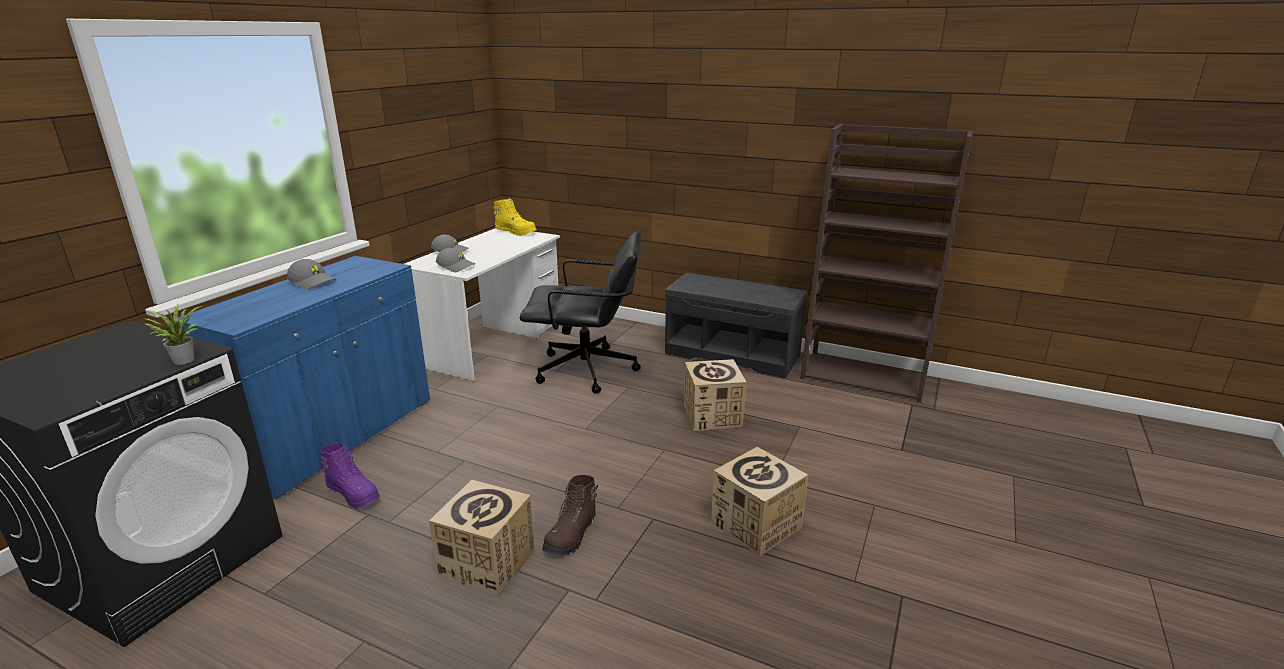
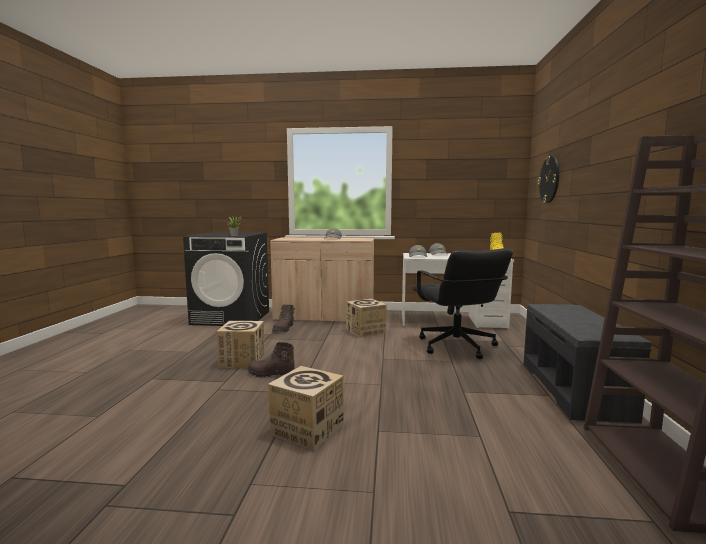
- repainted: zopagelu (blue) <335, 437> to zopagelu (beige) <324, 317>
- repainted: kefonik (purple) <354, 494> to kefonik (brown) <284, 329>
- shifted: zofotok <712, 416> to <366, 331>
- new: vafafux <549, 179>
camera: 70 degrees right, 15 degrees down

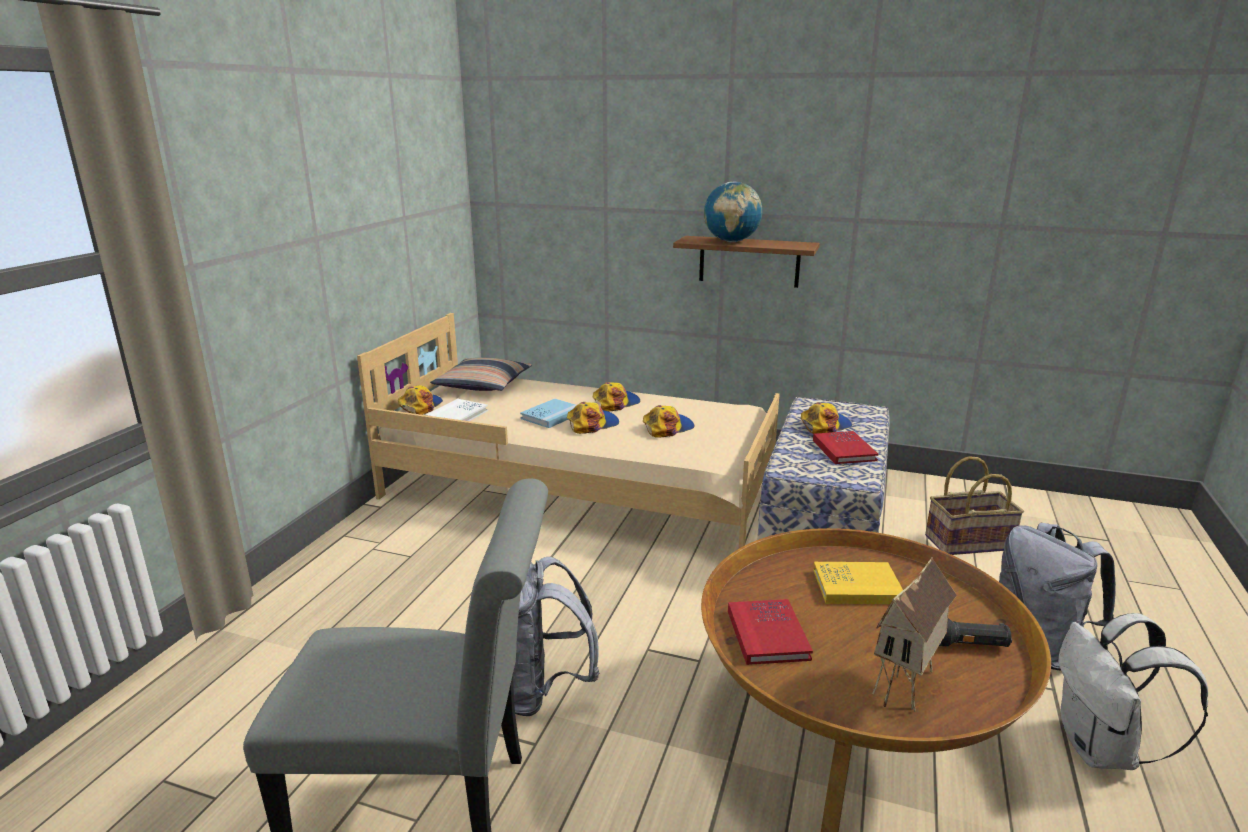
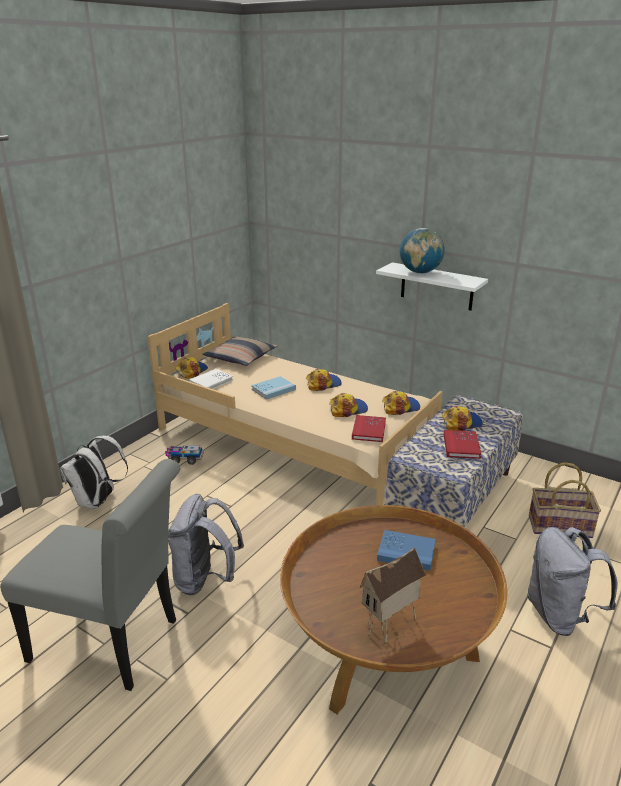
- shifted: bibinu <592, 424> to <400, 407>
- repainted: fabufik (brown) <749, 261> to fabufik (white) <436, 286>
- shifted: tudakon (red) <767, 635> to <369, 430>
- repainted: tudakon (yellow) <857, 586> to tudakon (blue) <406, 552>
- gone: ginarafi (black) <970, 645>
- shifted: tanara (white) <1101, 750> to <97, 502>
- new: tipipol <184, 459>
camera: 15 degrees right, 5 degrees up

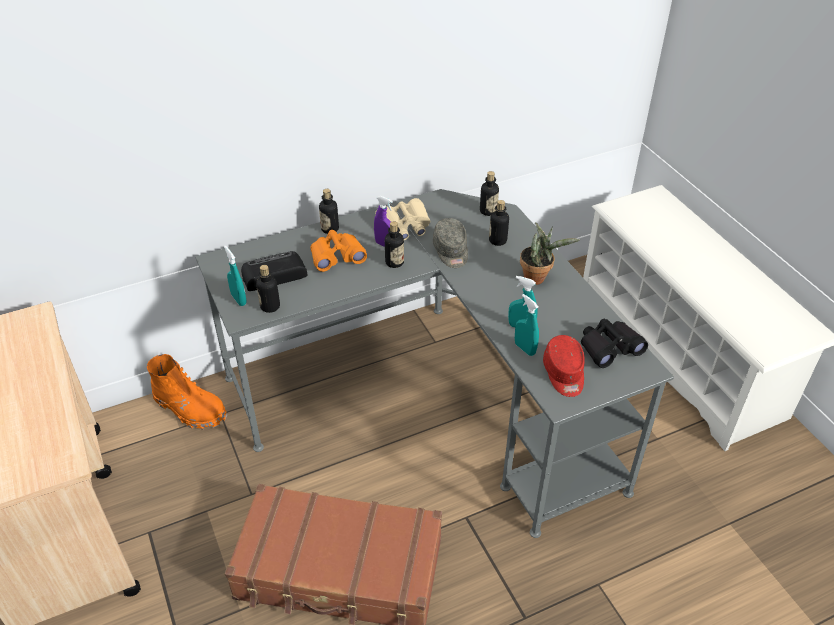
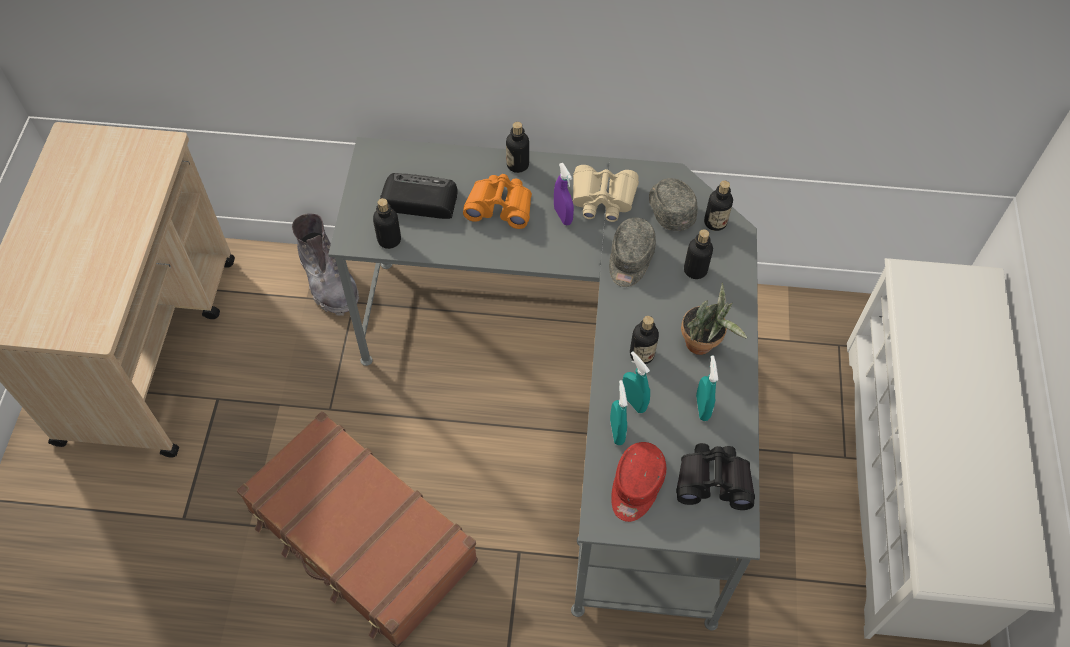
- repainted: kefonik (orange) <190, 409> to kefonik (grey) <328, 281>
- shifted: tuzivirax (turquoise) <239, 299> to <702, 407>
- shifted: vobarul <394, 262> to <642, 354>
- new: bibinu (grey) <670, 208>
camera: 30 degrees right, 15 degrees up

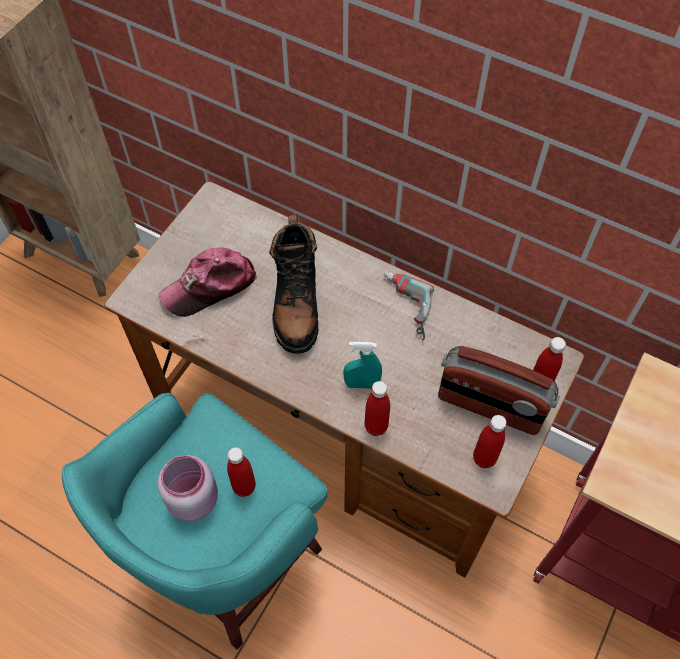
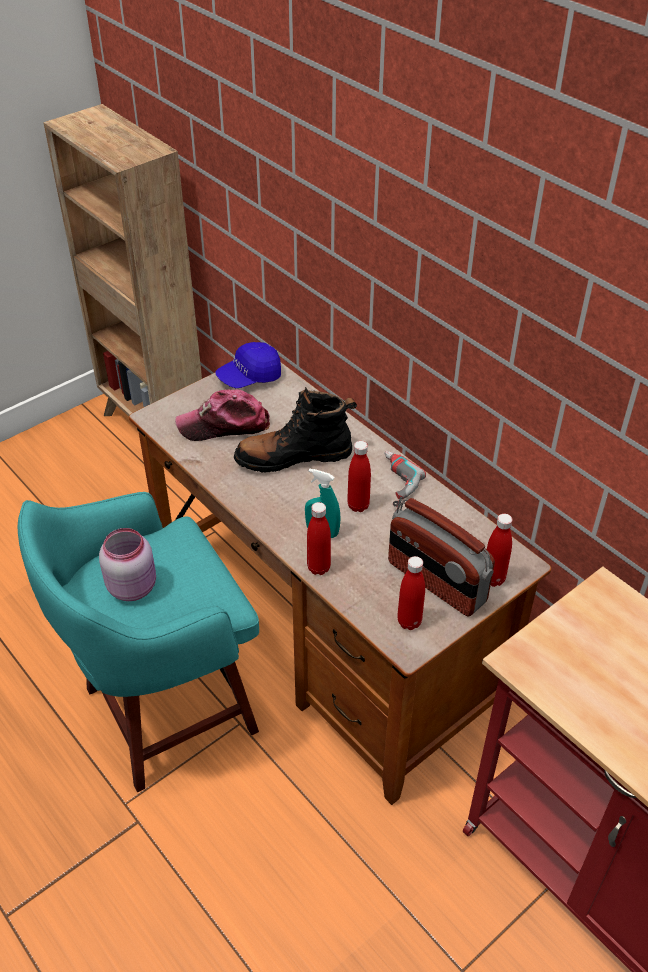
- shifted: vobarul (red) <244, 487> to <358, 505>
- rotated: kefonik (black) <296, 304> = <294, 456> 60 degrees clockwise
- new: bibinu (blue) <249, 377>
camera: 20 degrees right, 15 degrees down

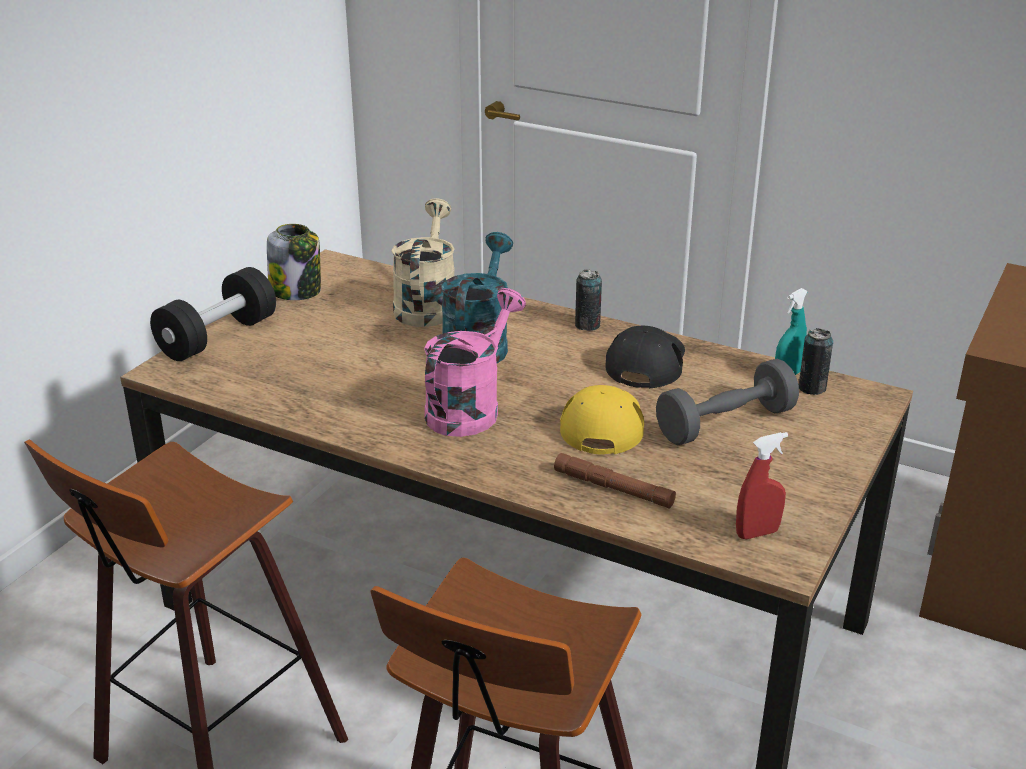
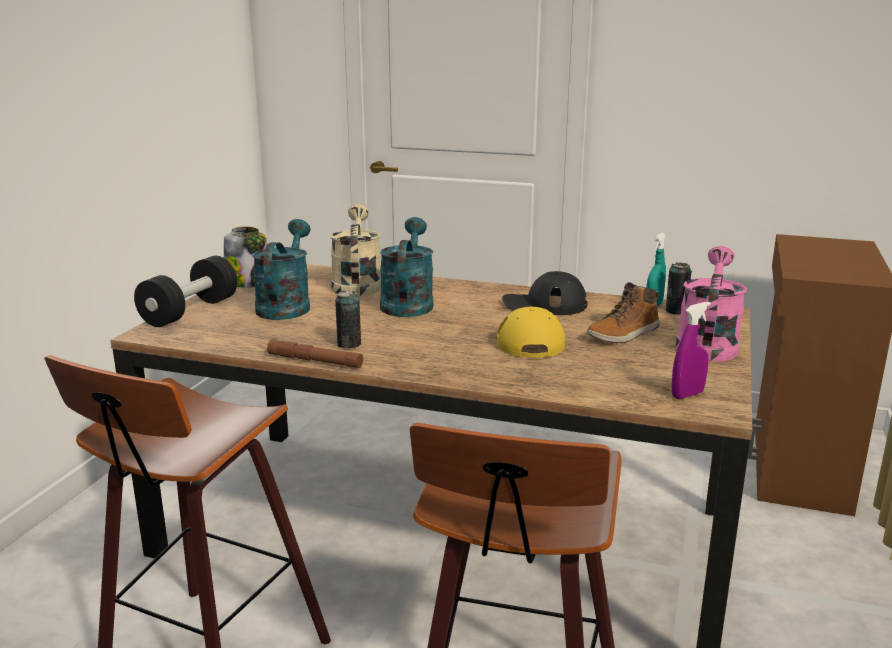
- shifted: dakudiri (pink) <469, 408> to <707, 344>
- shifted: ginarafi (brown) <613, 488> to <315, 360>
- shifted: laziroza <587, 325> to <349, 344>
- rotated: bibinu (black) <646, 362> = <544, 305> 90 degrees counterclockwise
- swapped: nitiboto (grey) <725, 424> to kefonik <624, 334>
- repainted: tuzivirax (red) <757, 533> to tuzivirax (purple) <687, 395>
- new: dakudiri (turquoise) <285, 306>
camera: 10 degrees left, 10 degrees down

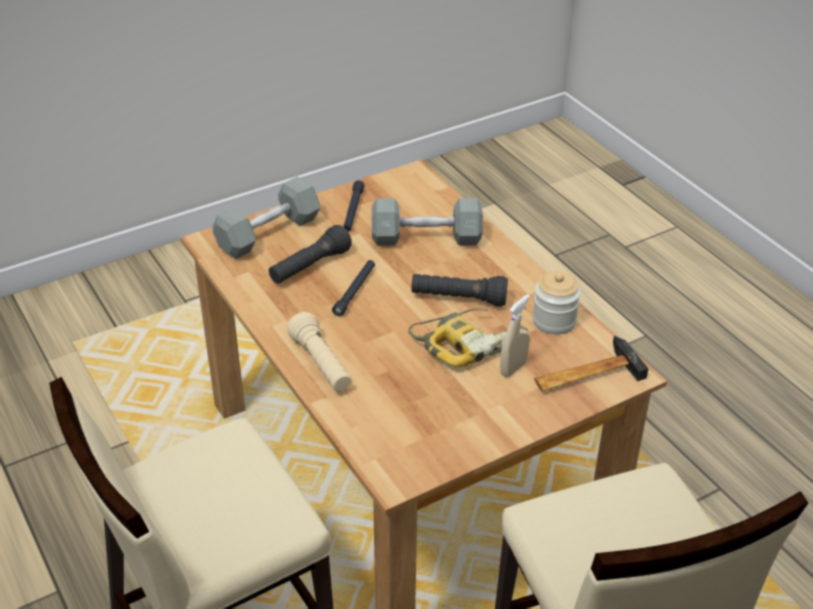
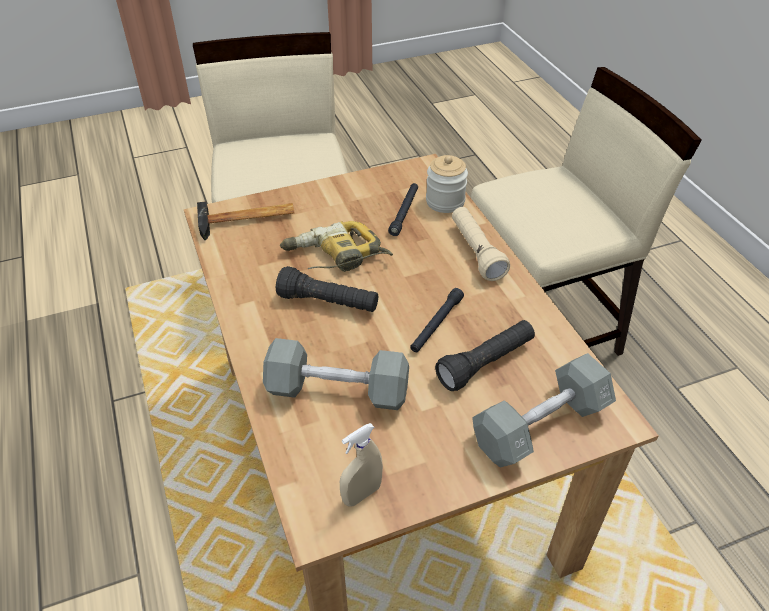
- shifted: ginarafi (black) <353, 210> to <404, 212>
- shifted: tuzivirax (beige) <513, 368> to <362, 494>
- shifted: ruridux <554, 321> to <445, 202>
camera: 170 degrees left, 5 degrees up

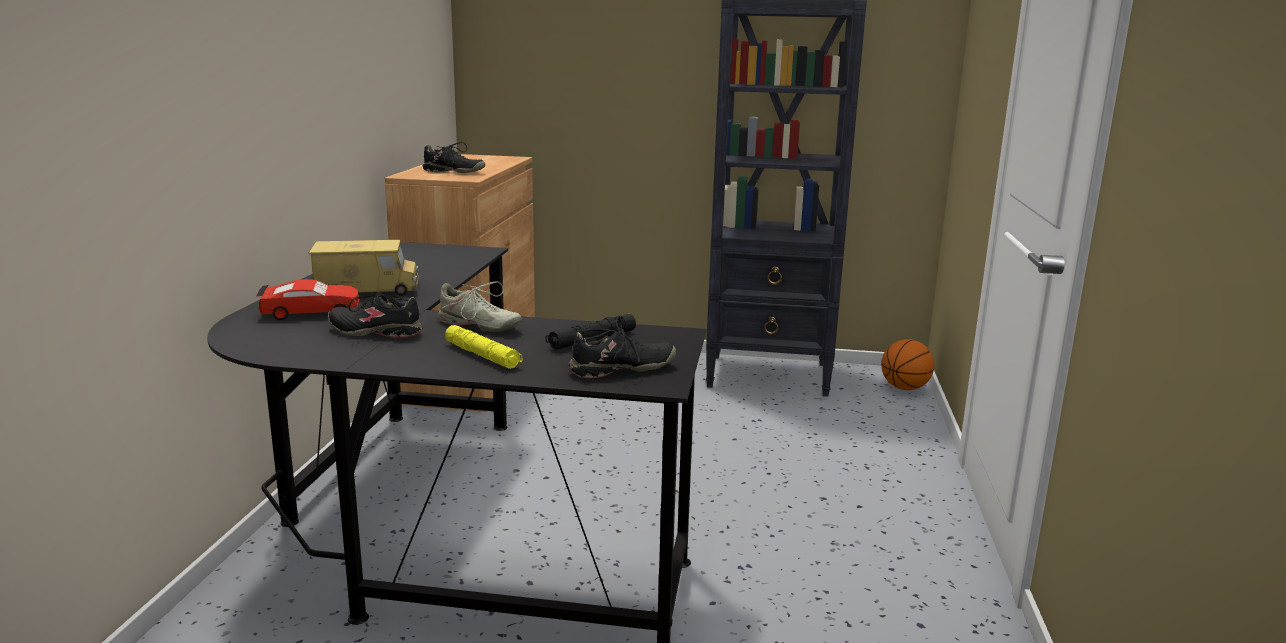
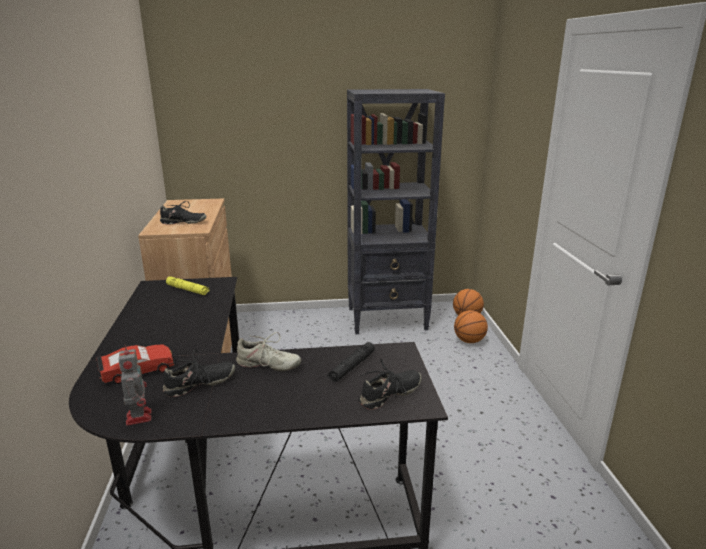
- gone: tipipol <368, 290>
- rotated: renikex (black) <376, 332> = <199, 384> 150 degrees clockwise
- shifted: ginarafi (yellow) <482, 356> to <187, 290>
- new: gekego <139, 416>
- new: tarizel <469, 341>
camera: 15 degrees left, 5 degrees up

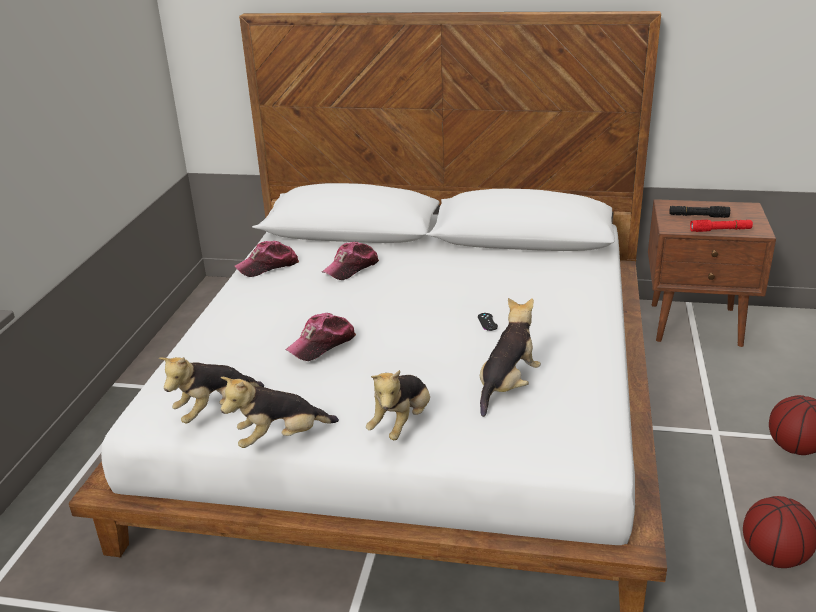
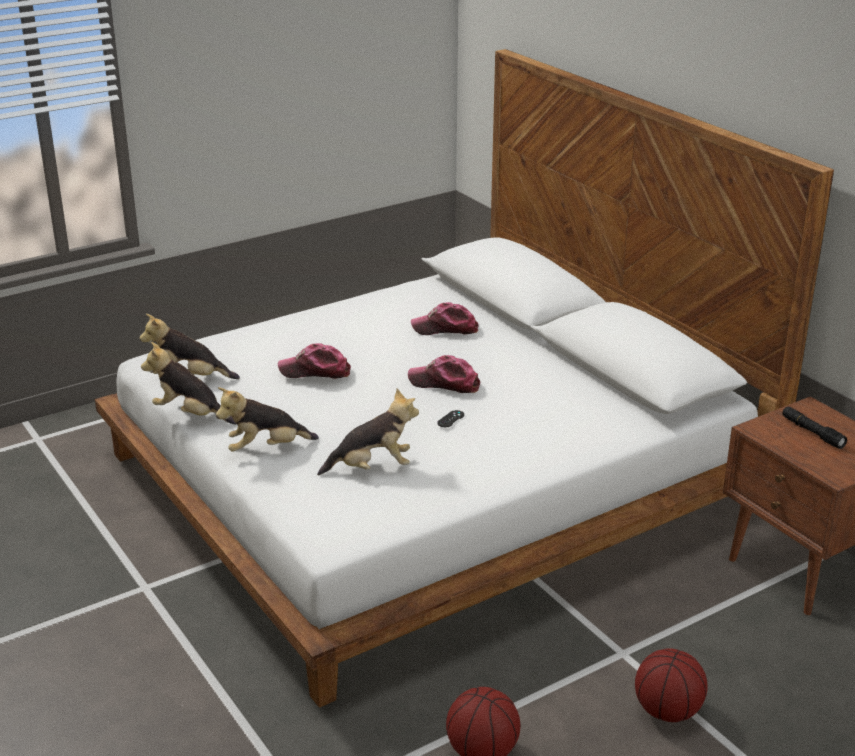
- shifted: bibinu <268, 266> to <444, 383>
- gone: ginarafi (red) <720, 230>
camera: 45 degrees right, 0 degrees up

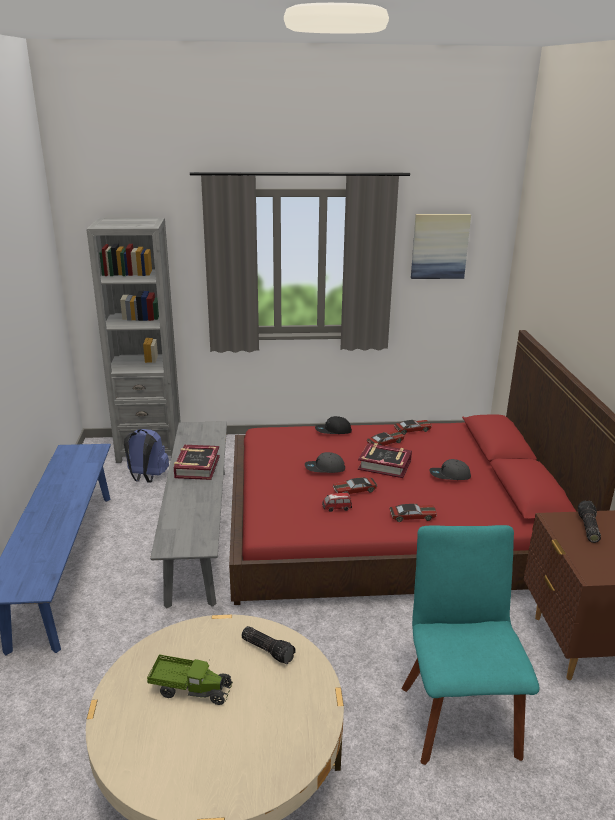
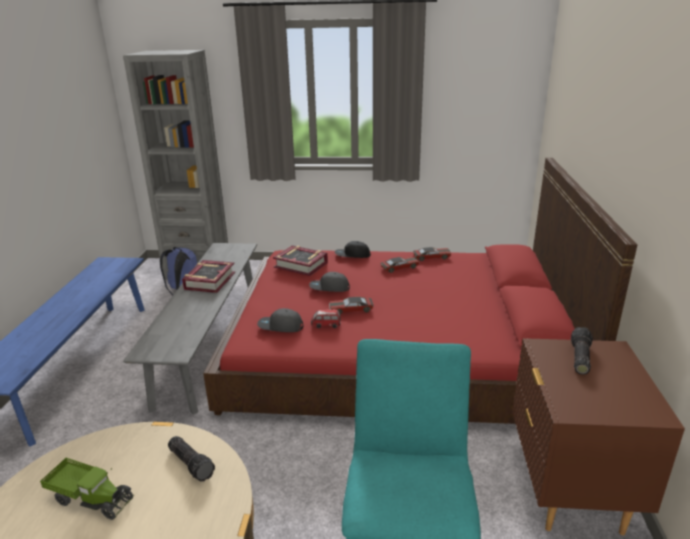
- shifted: tudakon <384, 465> to <301, 265>
- gone: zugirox <412, 516>
- gone: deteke <439, 246>
- shifted: bibinu (grey) <449, 476> to <280, 327>
camera: 10 degrees right, 0 degrees up

